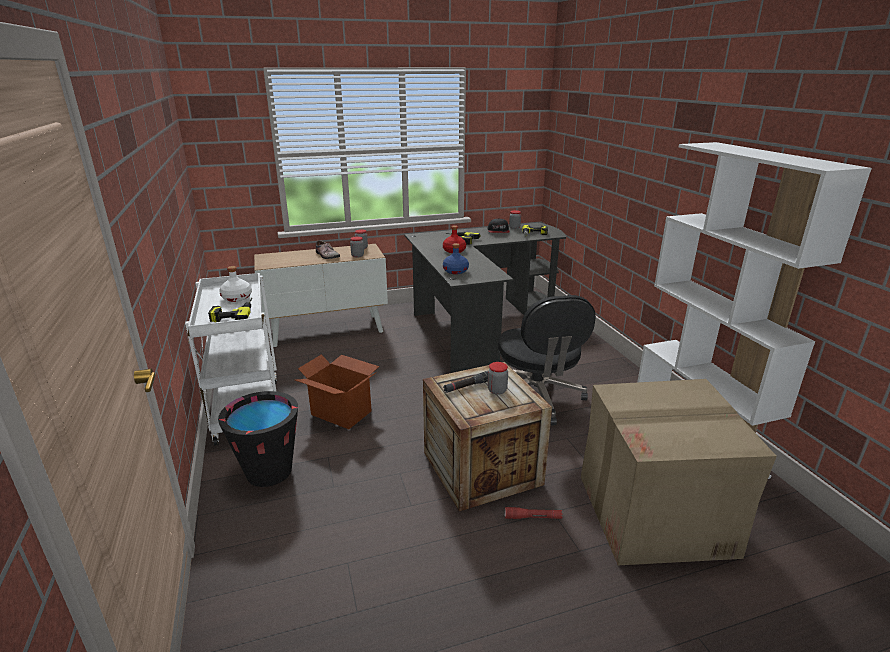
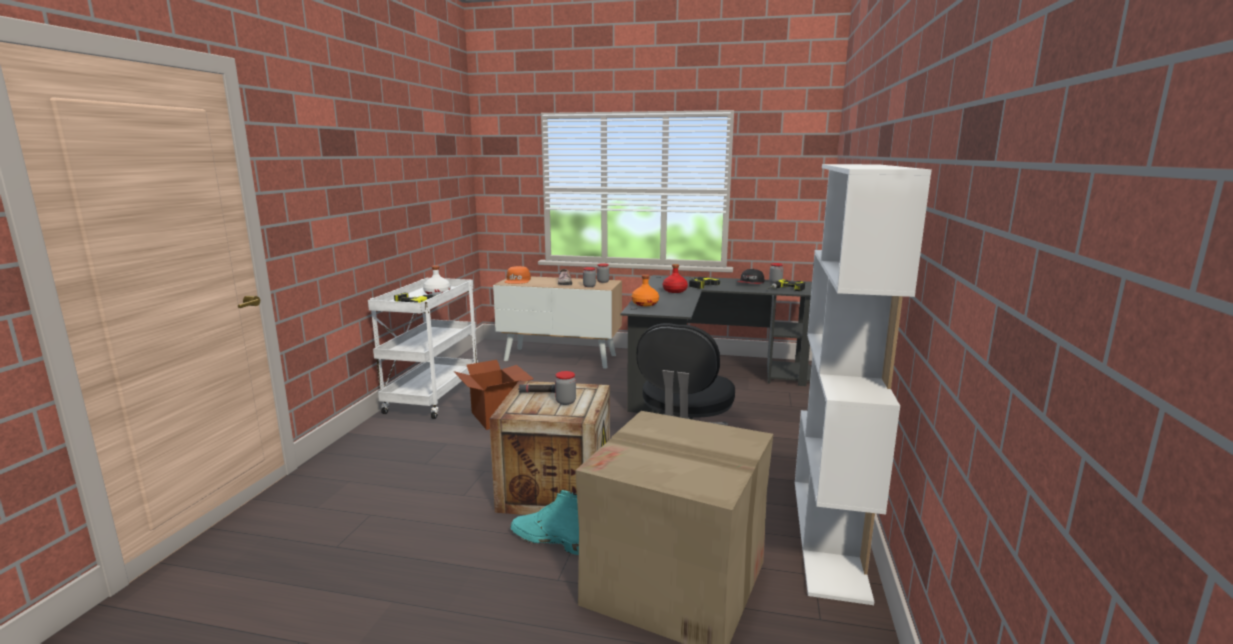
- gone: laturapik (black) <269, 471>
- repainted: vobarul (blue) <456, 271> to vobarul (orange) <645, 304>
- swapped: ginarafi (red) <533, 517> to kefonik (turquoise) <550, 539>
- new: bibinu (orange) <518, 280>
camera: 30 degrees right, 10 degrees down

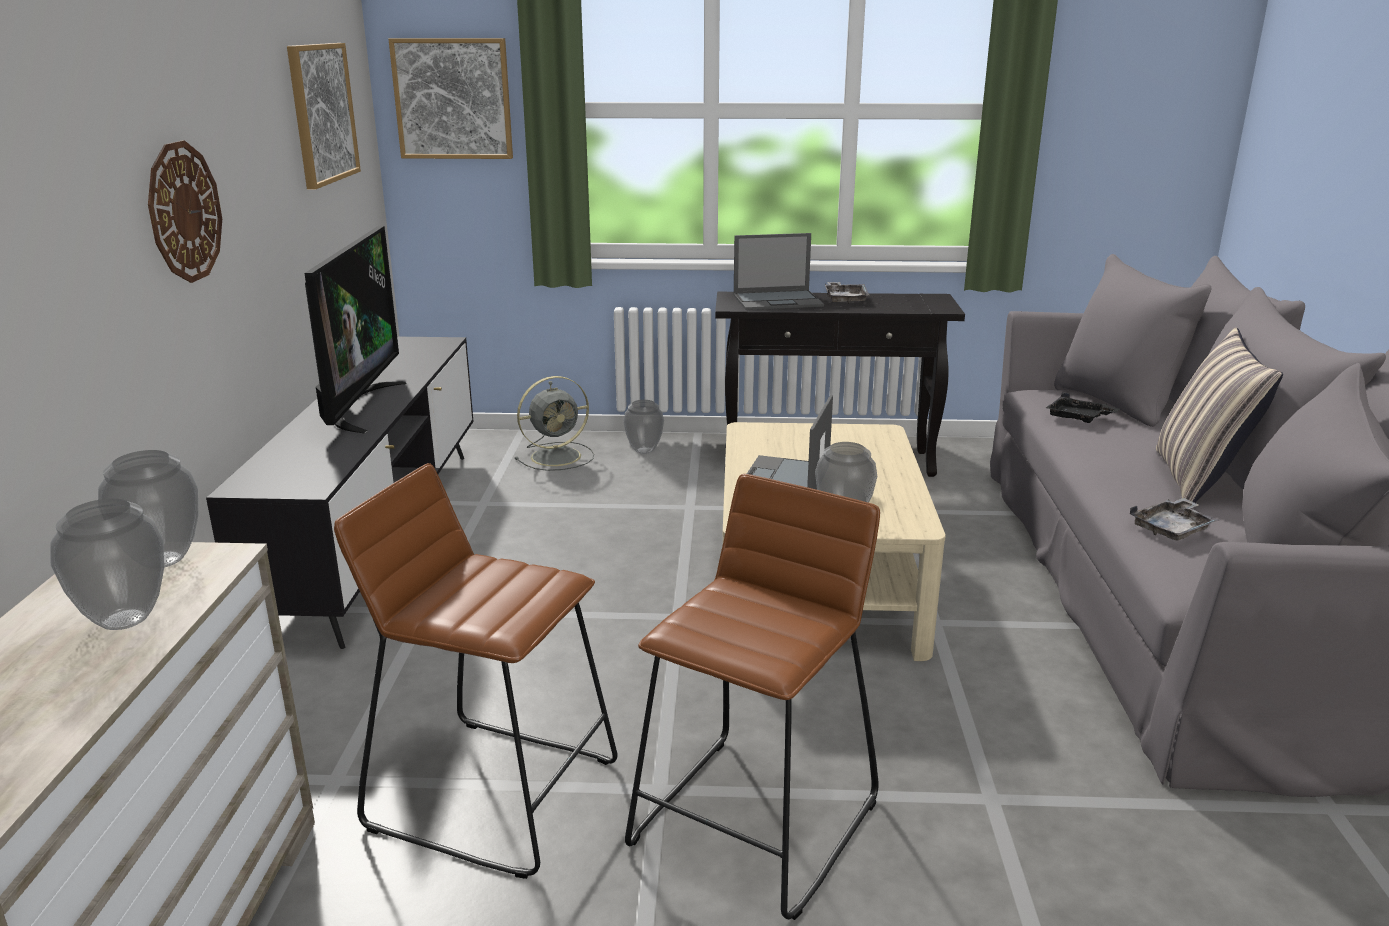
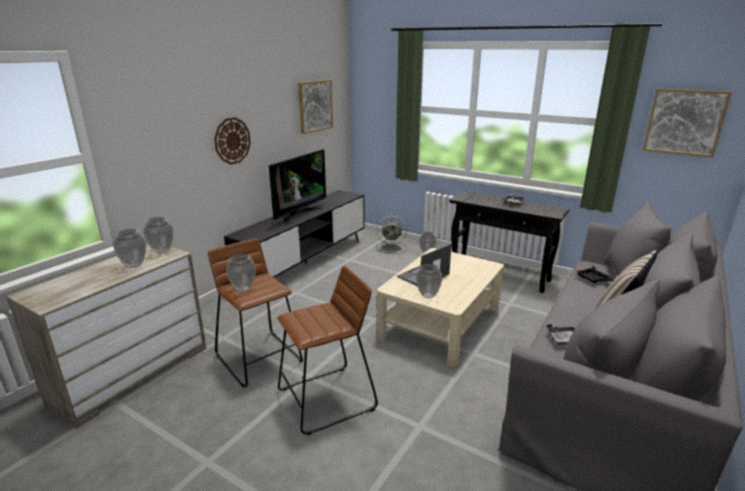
- shifted: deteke <453, 99> to <684, 122>
- gone: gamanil <778, 301>
- new: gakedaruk <243, 289>
camera: 30 degrees right, 0 degrees up

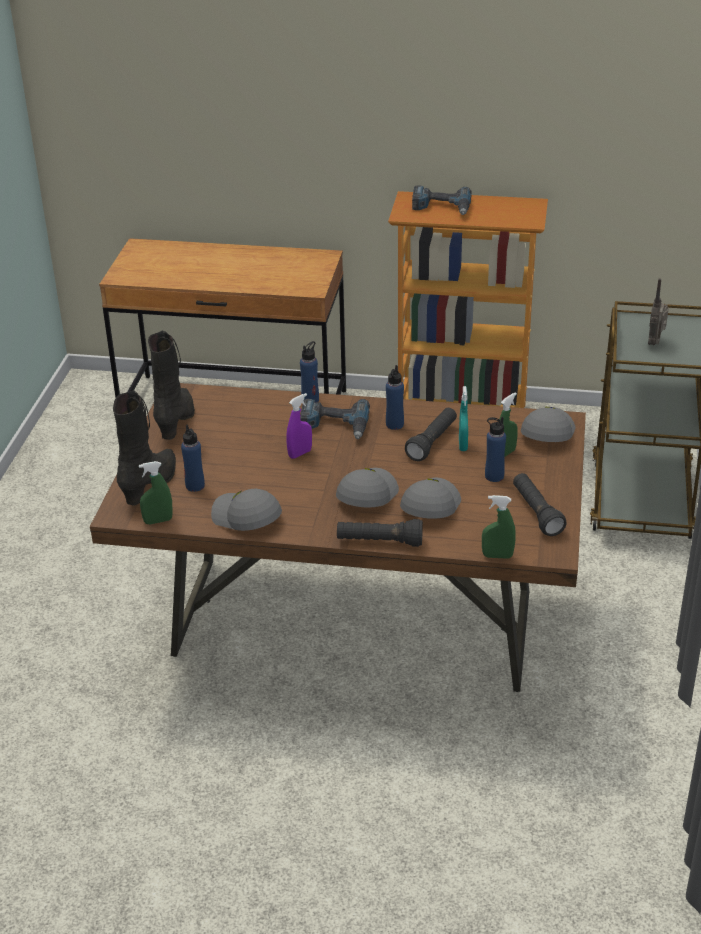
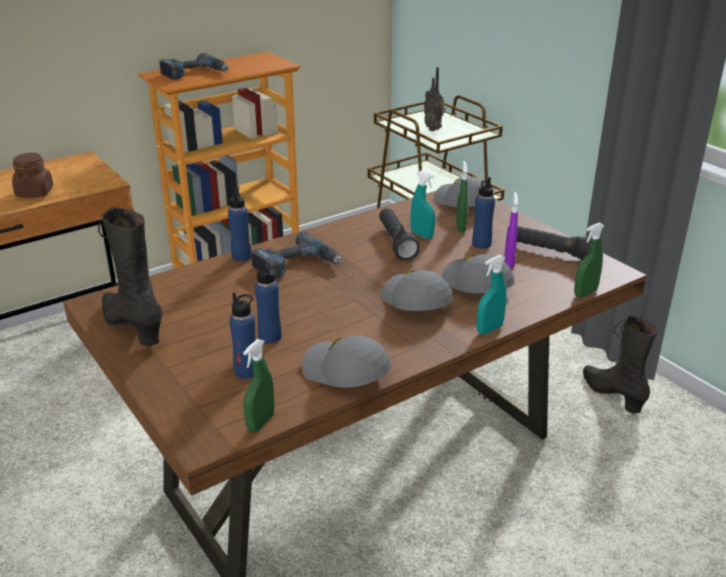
- shifted: kefonik (black) <151, 484> to <612, 395>
- rotated: bibinu (grey) <245, 518> = <345, 372> 45 degrees clockwise
- shifted: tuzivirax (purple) <300, 453> to <509, 262>
- swapped: ginarafi (black) <379, 542> to tuzivirax (turquoise) <489, 329>
- shifted: vobarul (blue) <394, 424> to <270, 337>
- new: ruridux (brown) <35, 192>
camera: 45 degrees left, 5 degrees down

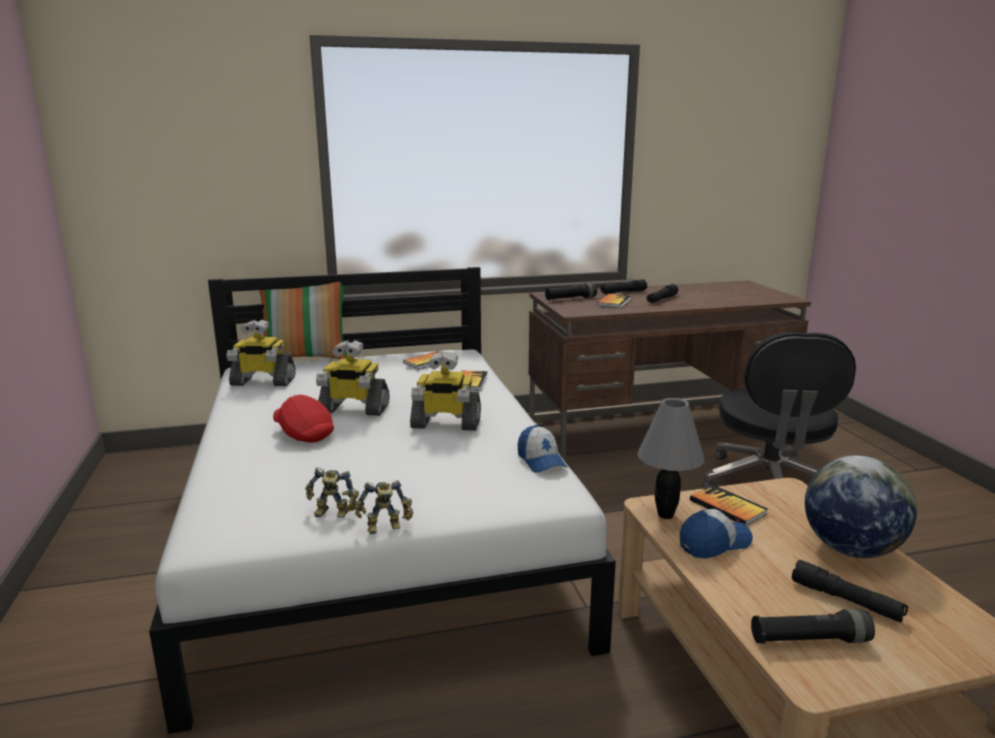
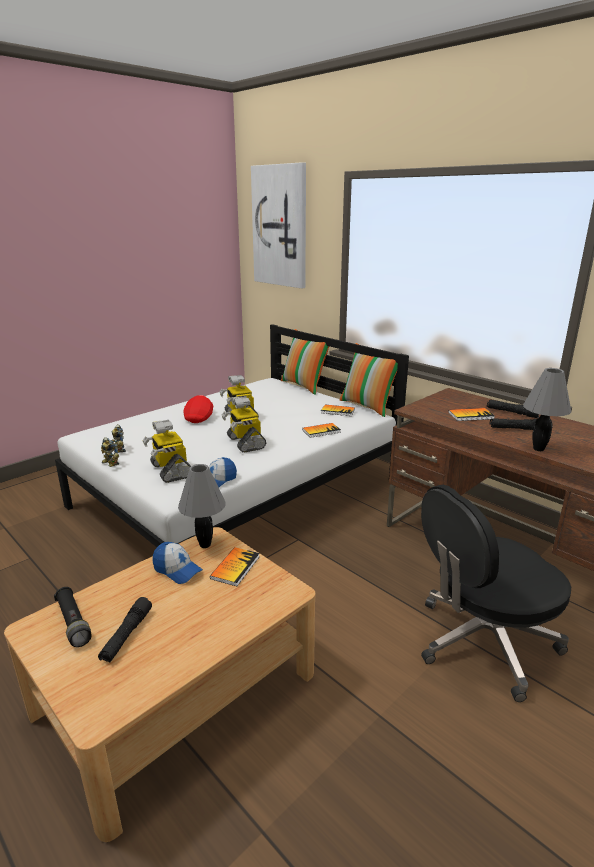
- shifted: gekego <262, 382> to <170, 470>
- gone: ginarafi (black) <570, 299>
- gone: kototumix <850, 549>
- new: deteke <280, 226>
- new: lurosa <368, 406>
- new: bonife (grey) <538, 449>
camera: 60 degrees right, 5 degrees up

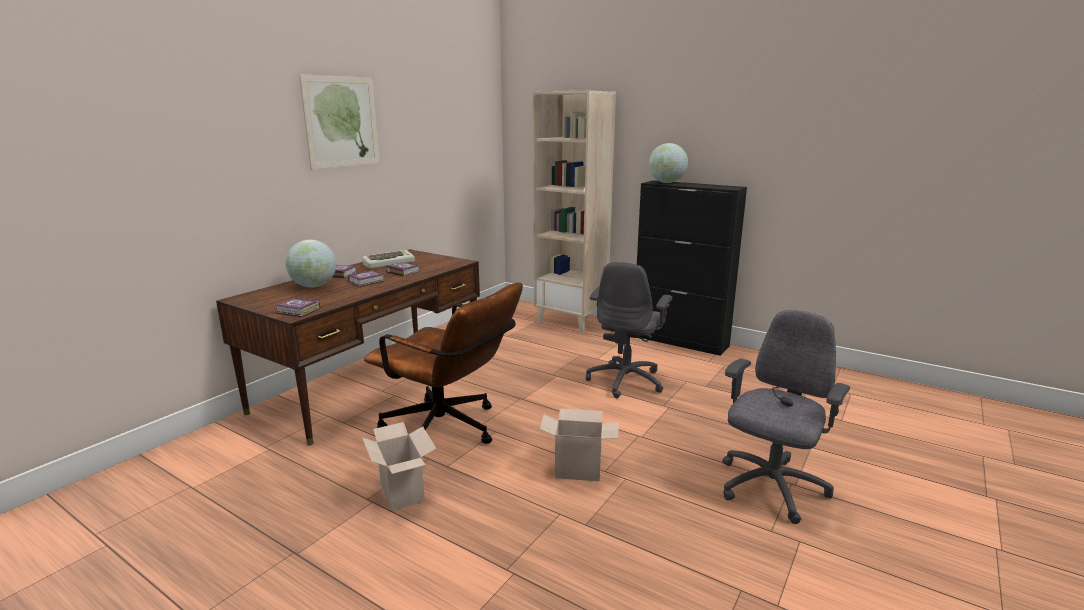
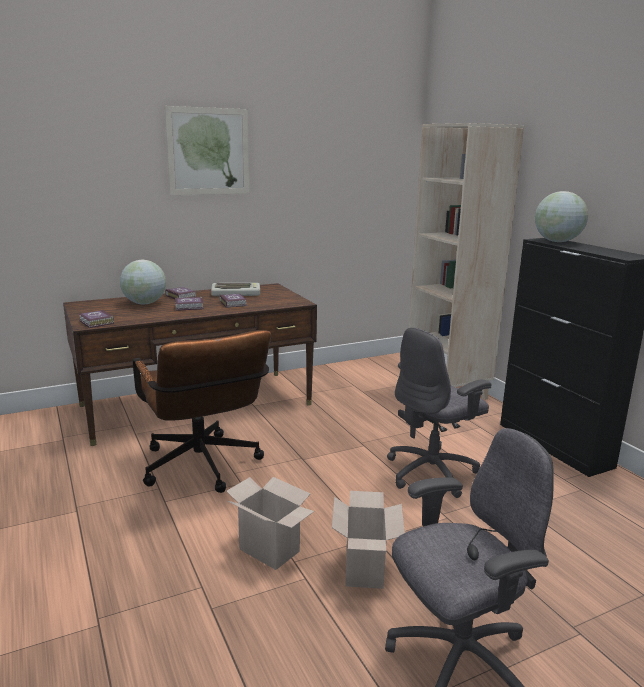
- shifted: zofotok <404, 493> to <365, 571>
camera: 30 degrees right, 0 degrees up

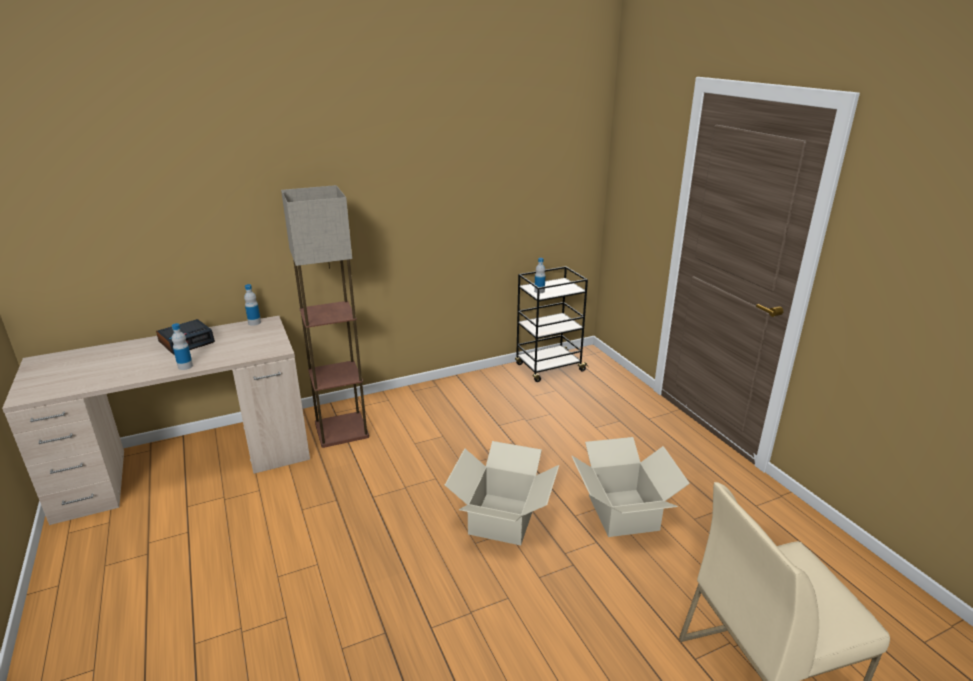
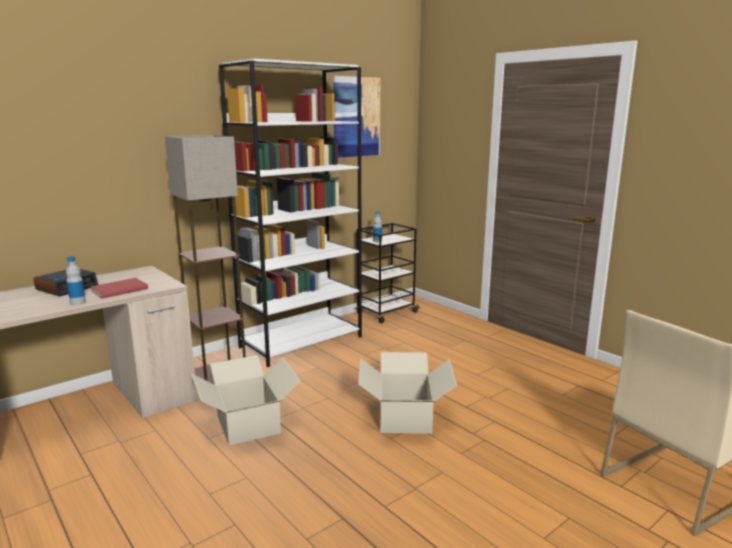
- gone: vobarul <254, 322>
- shifted: zofotok <623, 512> to <249, 424>
- new: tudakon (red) <118, 289>
- new: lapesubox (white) <301, 342>
- new: deteke <356, 117>
camera: 15 degrees left, 10 degrees down

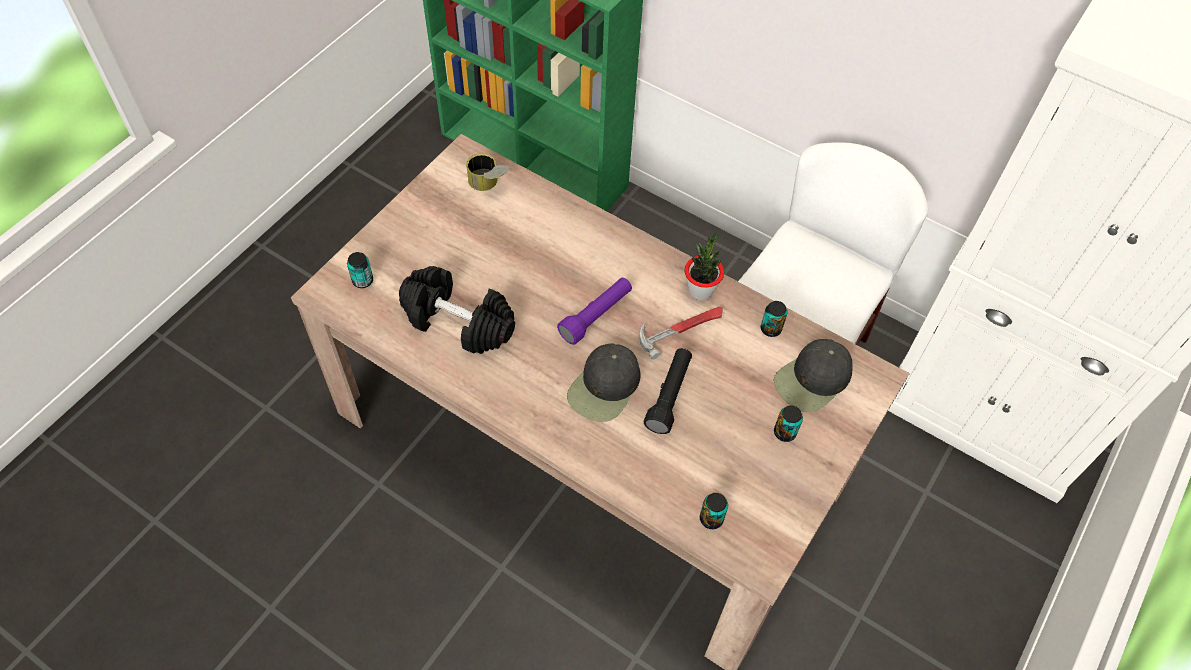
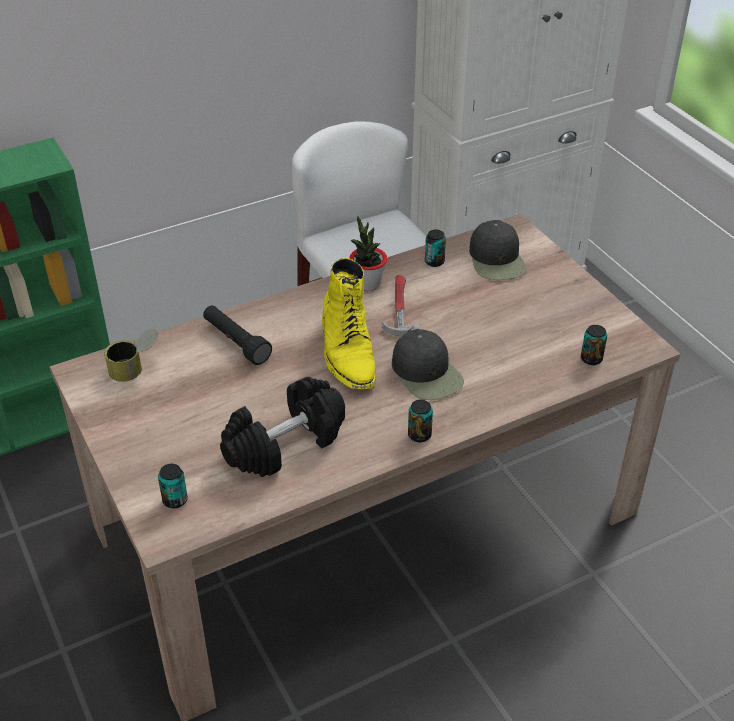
- swapped: ginarafi (purple) <596, 316> to kefonik (yellow) <347, 352>
- shifted: ginarafi (black) <669, 395> to <236, 342>
- shifted: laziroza <784, 432> to <419, 435>
camera: 60 degrees left, 15 degrees down

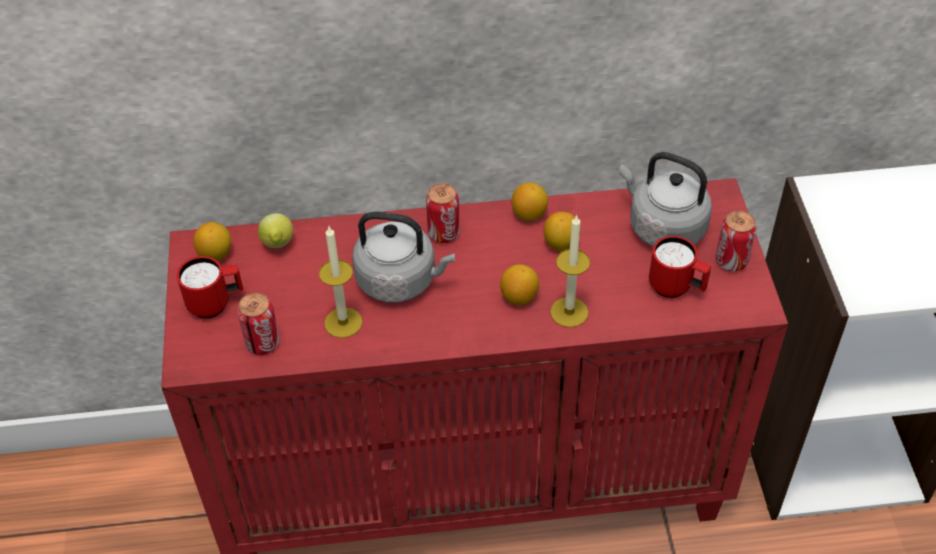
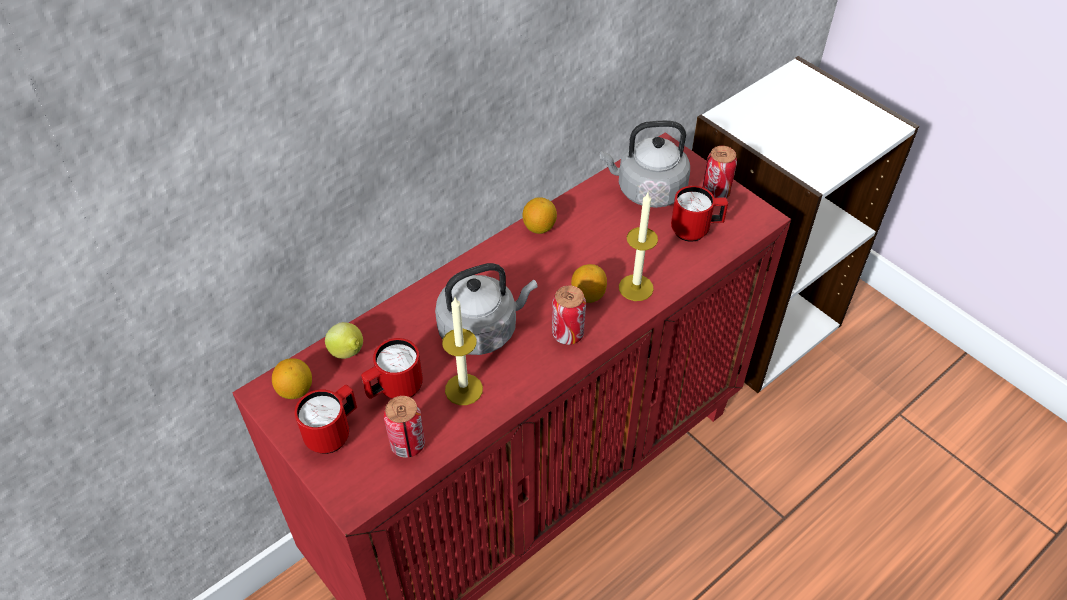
- shifted: laziroza <443, 233> to <567, 334>
- gone: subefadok <561, 244>
- new: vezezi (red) <395, 390>
camera: 35 degrees left, 0 degrees up

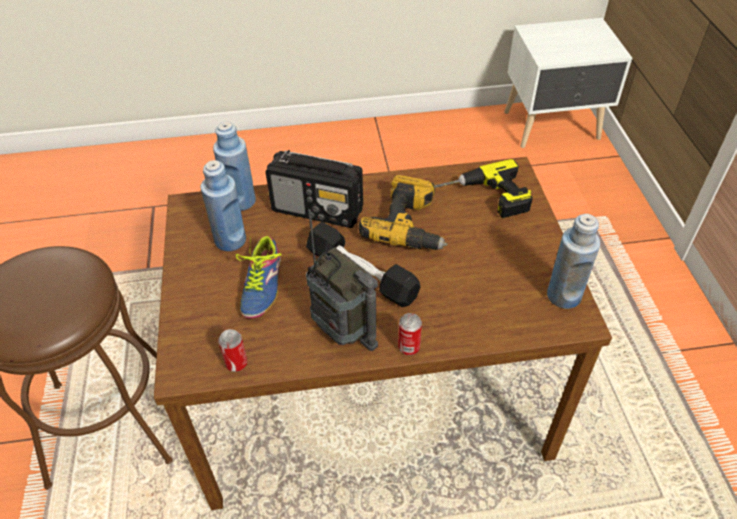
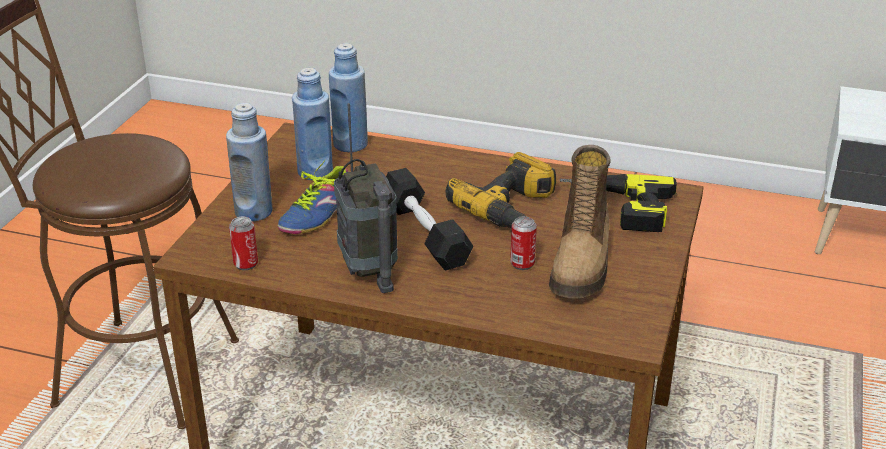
- gone: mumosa <318, 210>
- shifted: laziroza <409, 347> to <522, 264>
- shifted: vobarul (blue) <563, 295> to <253, 212>
- new: kefonik <582, 264>
camera: 25 degrees right, 15 degrees down

